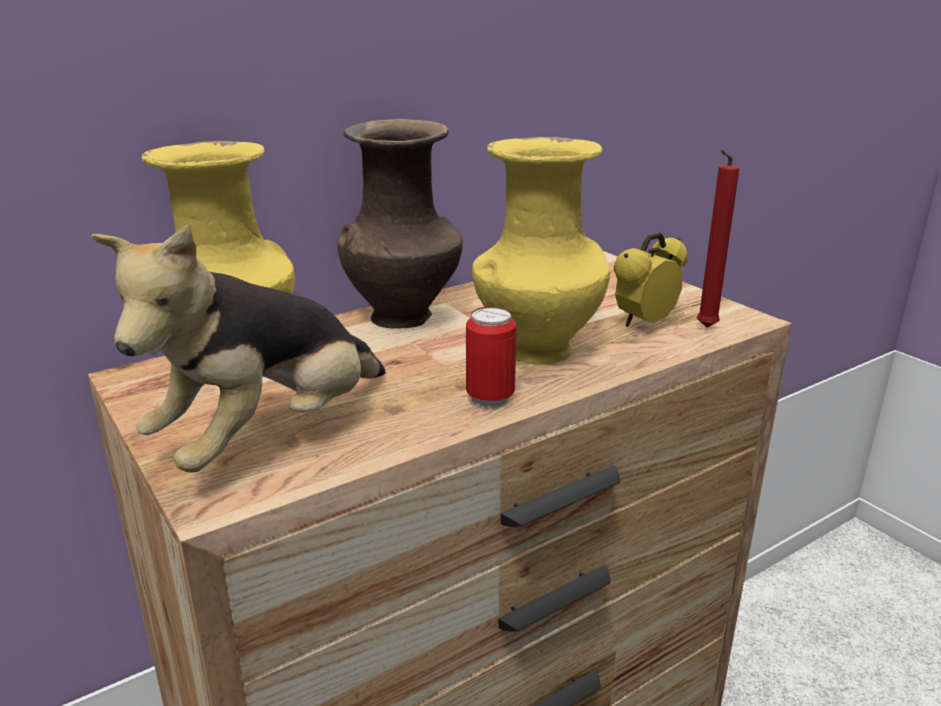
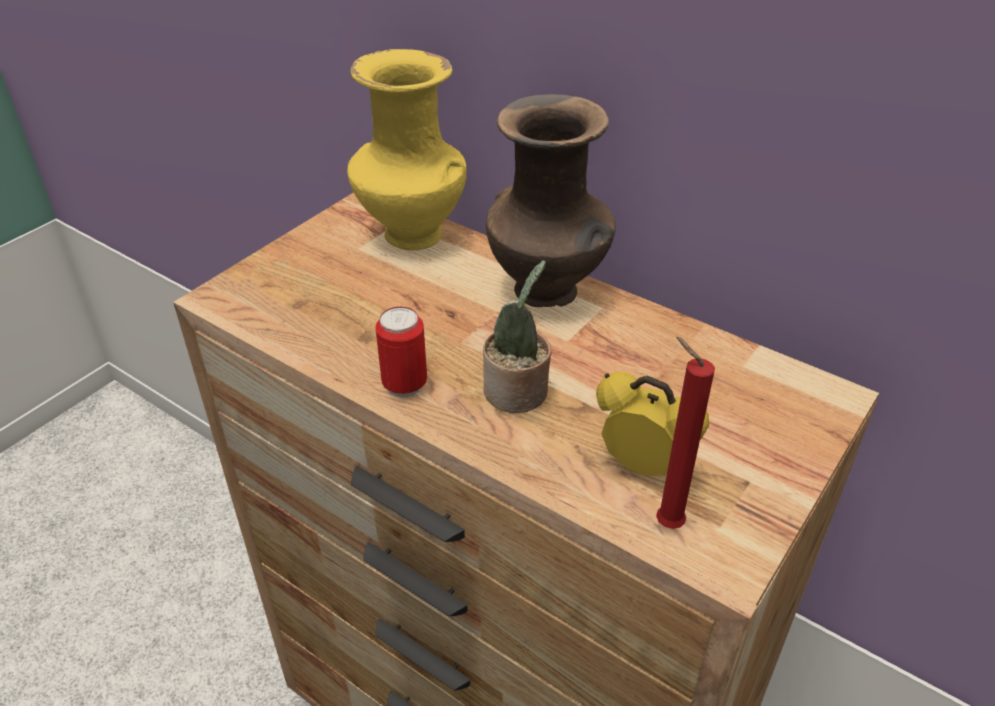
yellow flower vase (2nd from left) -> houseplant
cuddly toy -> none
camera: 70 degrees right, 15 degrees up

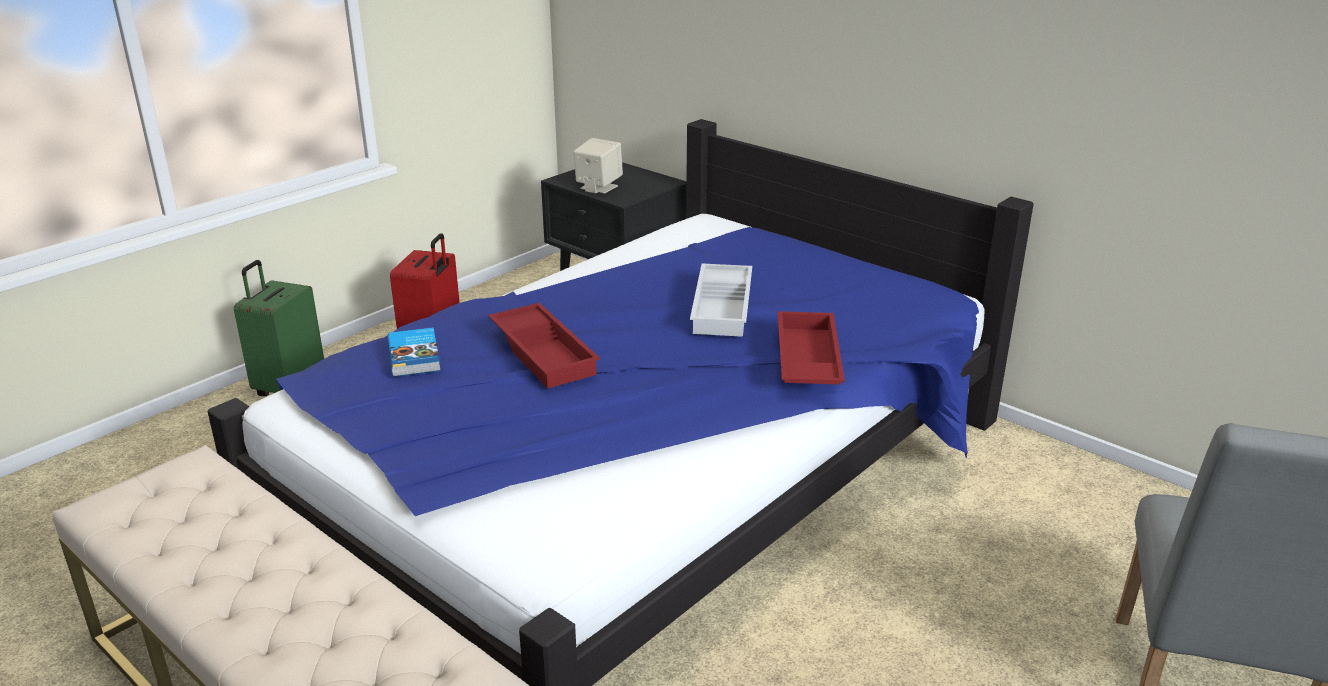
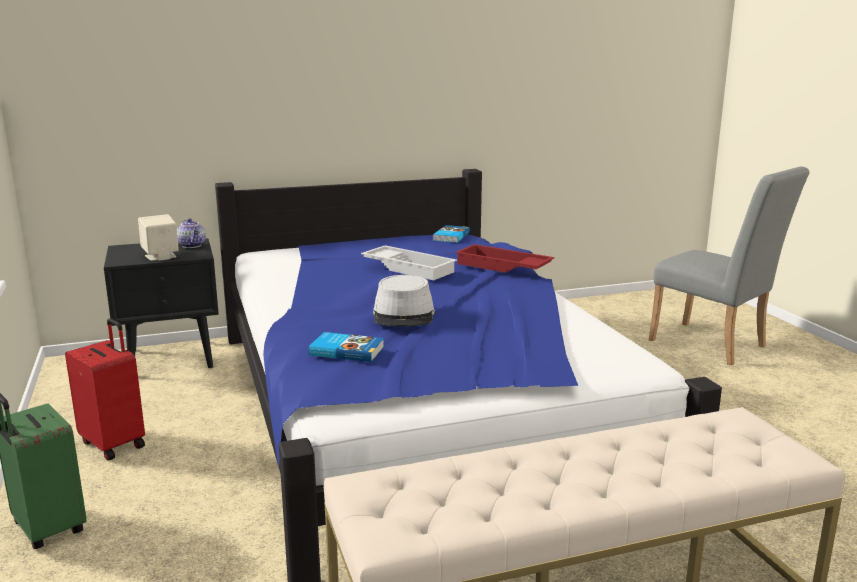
none -> teapot
reddish tray (1st from left) -> grey clothing hat
none -> bound book (2nd from left)
camera: 60 degrees left, 10 degrees down

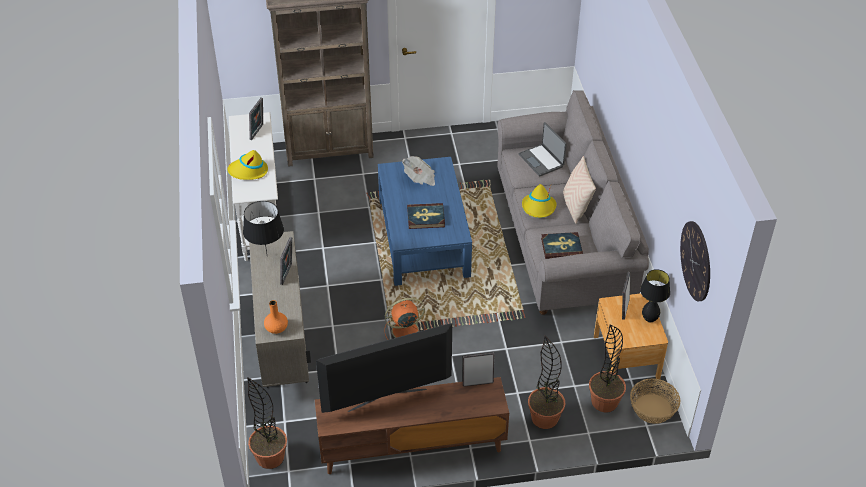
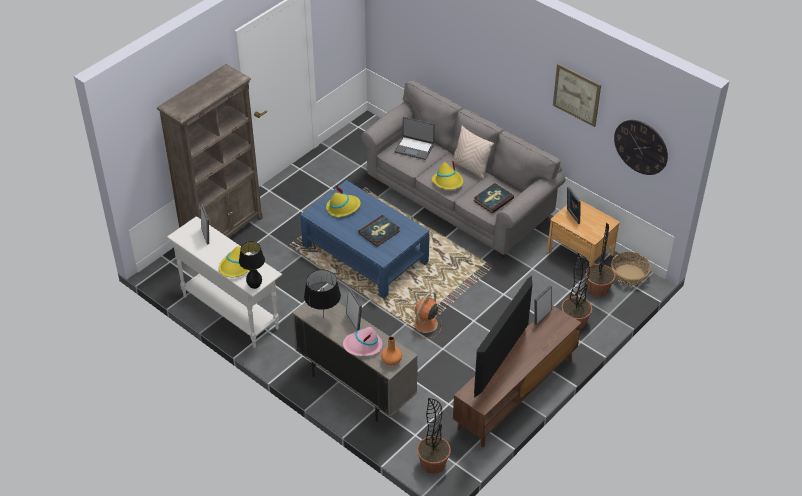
black-coloured tabletop lamp (2nd from left in the first image) -> black-coloured tabletop lamp (1st from left), move
newspaper -> yellow clothing hat (2nd from left)
none -> pink-coloured clothing hat
none -> wall art
camera: 40 degrees left, 0 degrees up

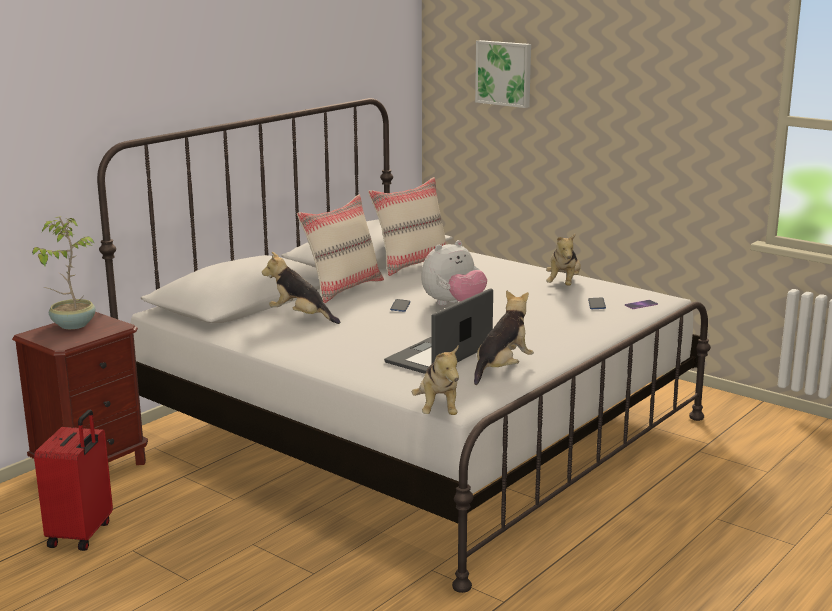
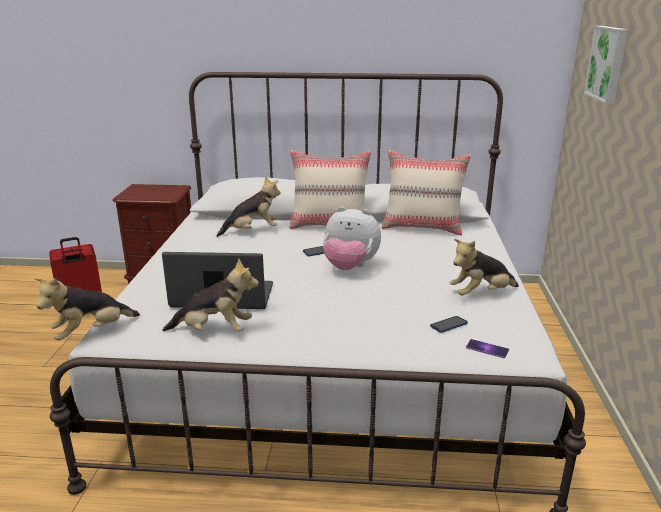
cuddly toy (1st from left in the first image) -> cuddly toy (3rd from left), 75 degrees clockwise
houseplant -> none
camera: 55 degrees right, 5 degrees up

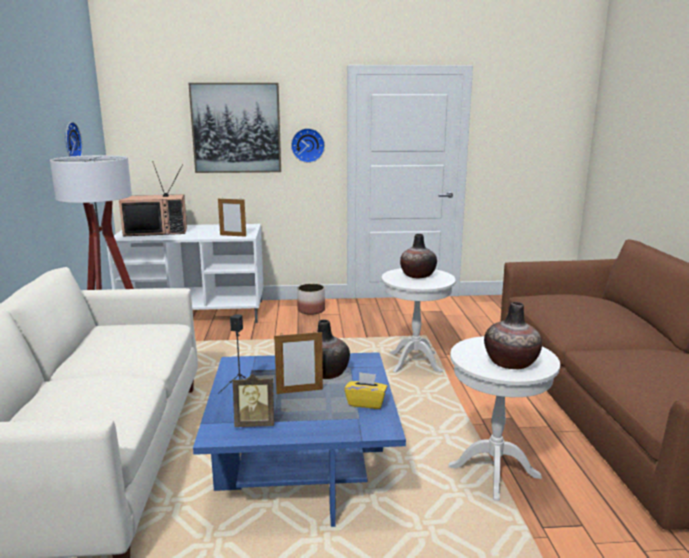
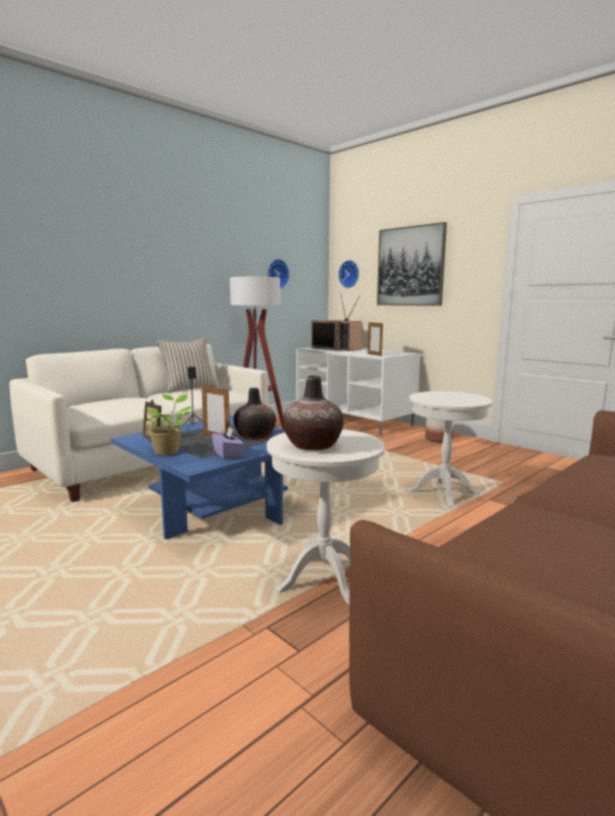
none -> houseplant
none -> sand-coloured pillow
yellow box of tissues -> purple-coloured box of tissues
wall clock (2nd from left), move
flower vase (2nd from left) -> none
camera: 50 degrees right, 5 degrees down

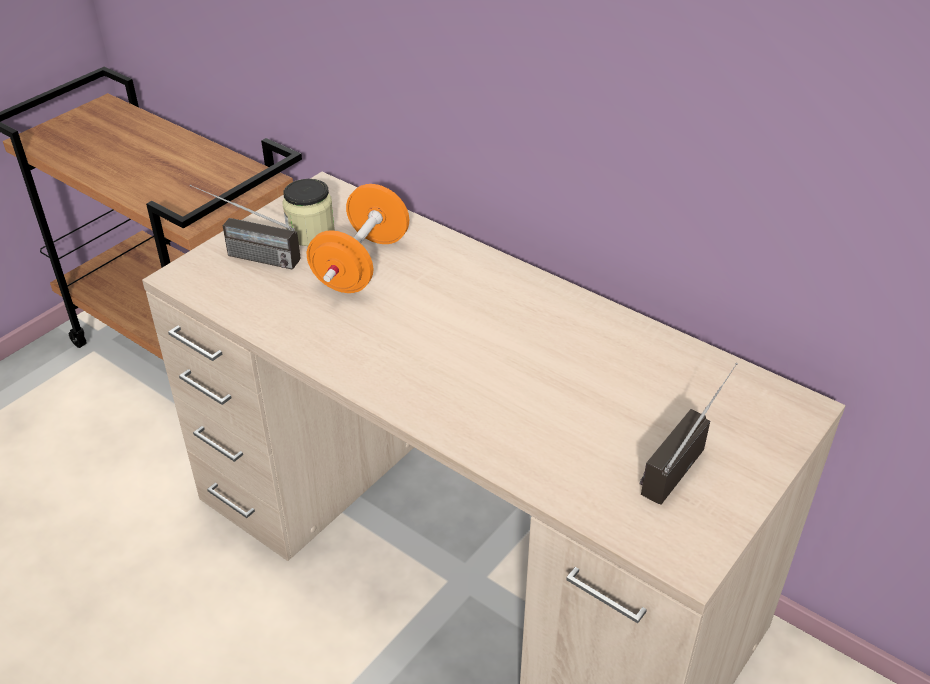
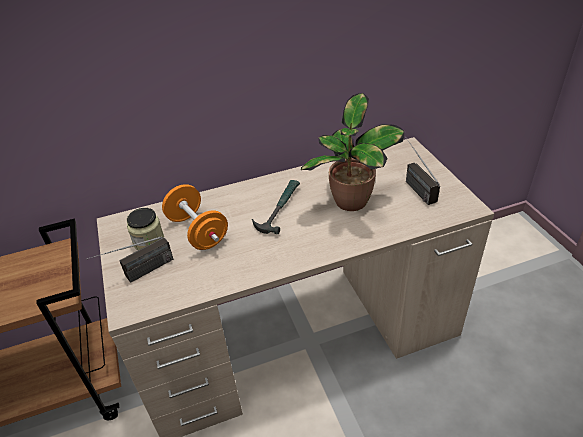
none -> hand hammer
none -> houseplant
camera: 55 degrees left, 0 degrees up

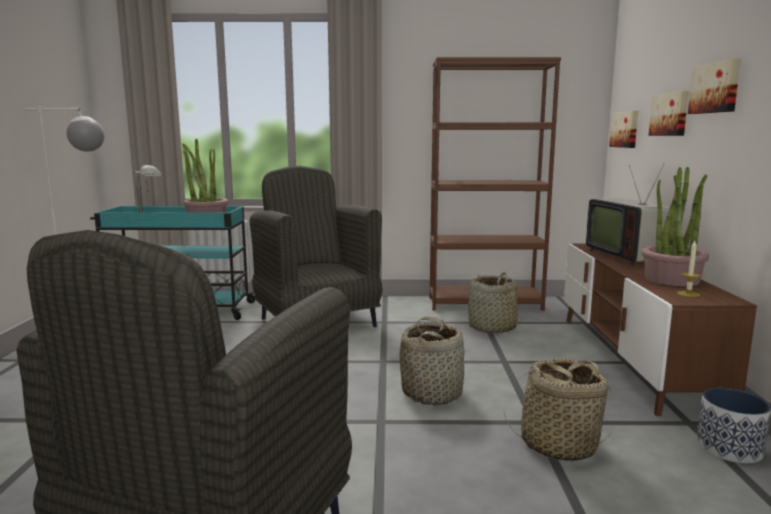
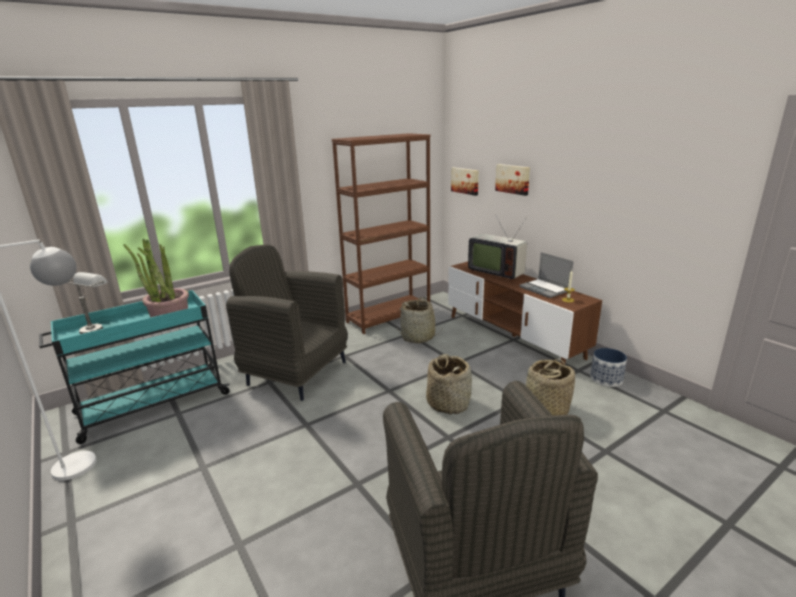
houseplant (2nd from left) -> laptop
wall art (3rd from left) -> none
camera: 35 degrees left, 10 degrees up

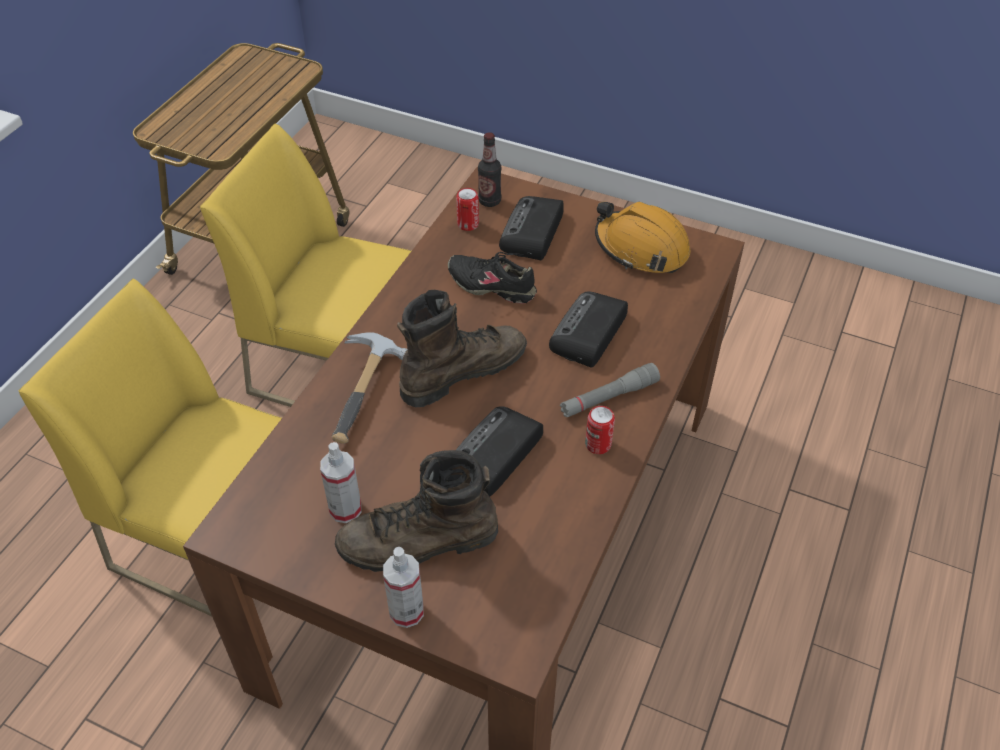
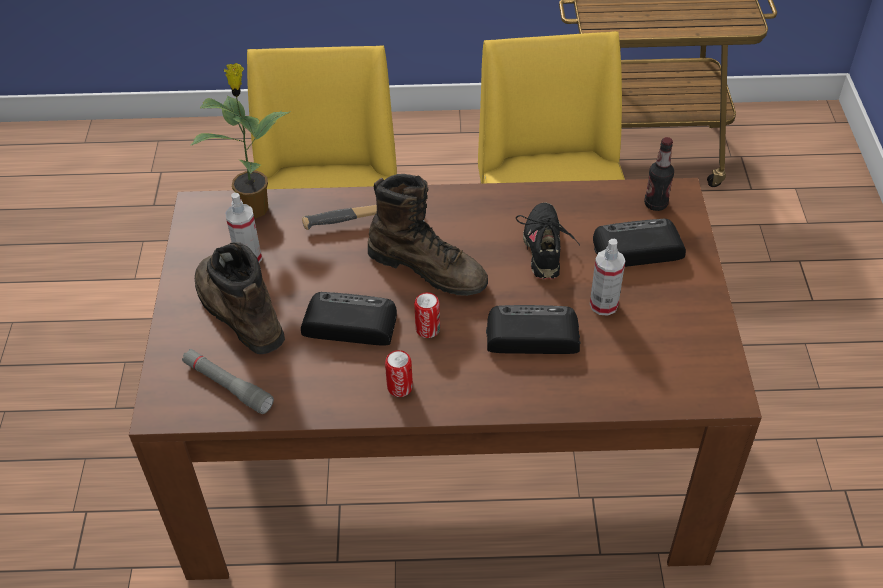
grey flashlight, move
none -> houseplant
can (1st from left in the first image) -> can (2nd from left), move
hand sprayer (2nd from left), move
orange work helmet -> none
camera: 65 degrees right, 0 degrees up

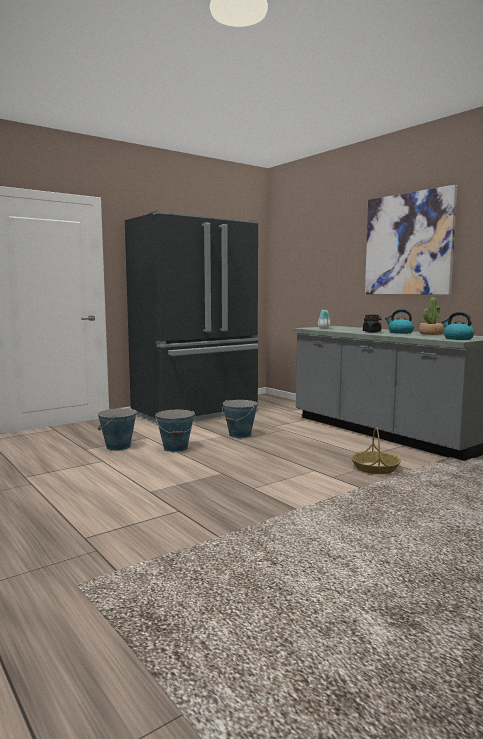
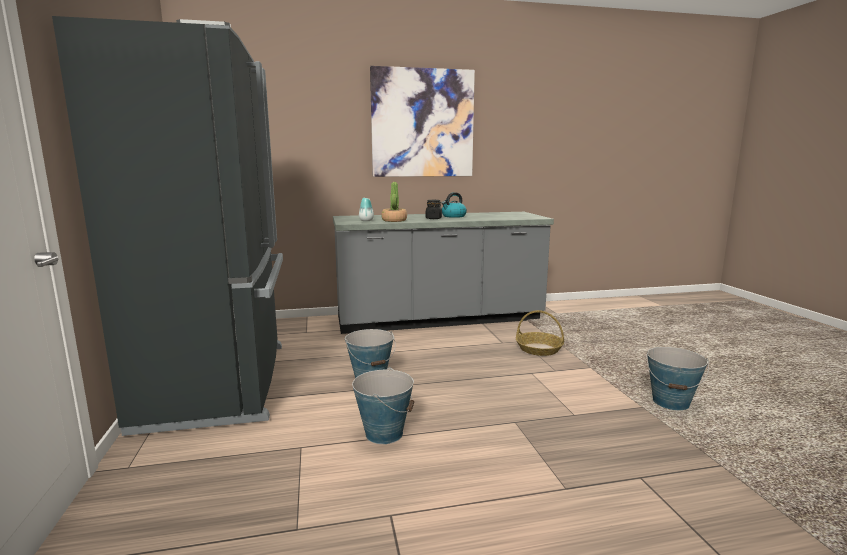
houseplant, move
water bucket (1st from left in the first image) -> water bucket (3rd from left), move
kettle (2nd from left) -> none
camera: 65 degrees left, 5 degrees up

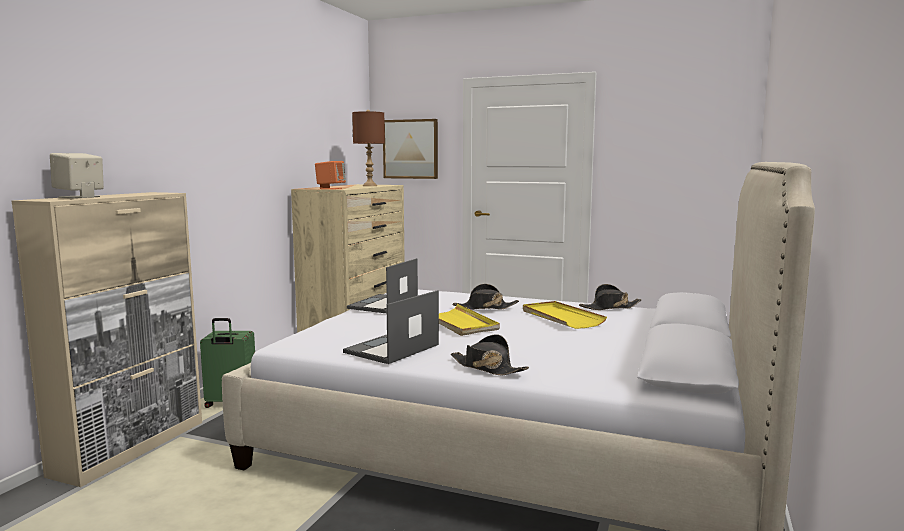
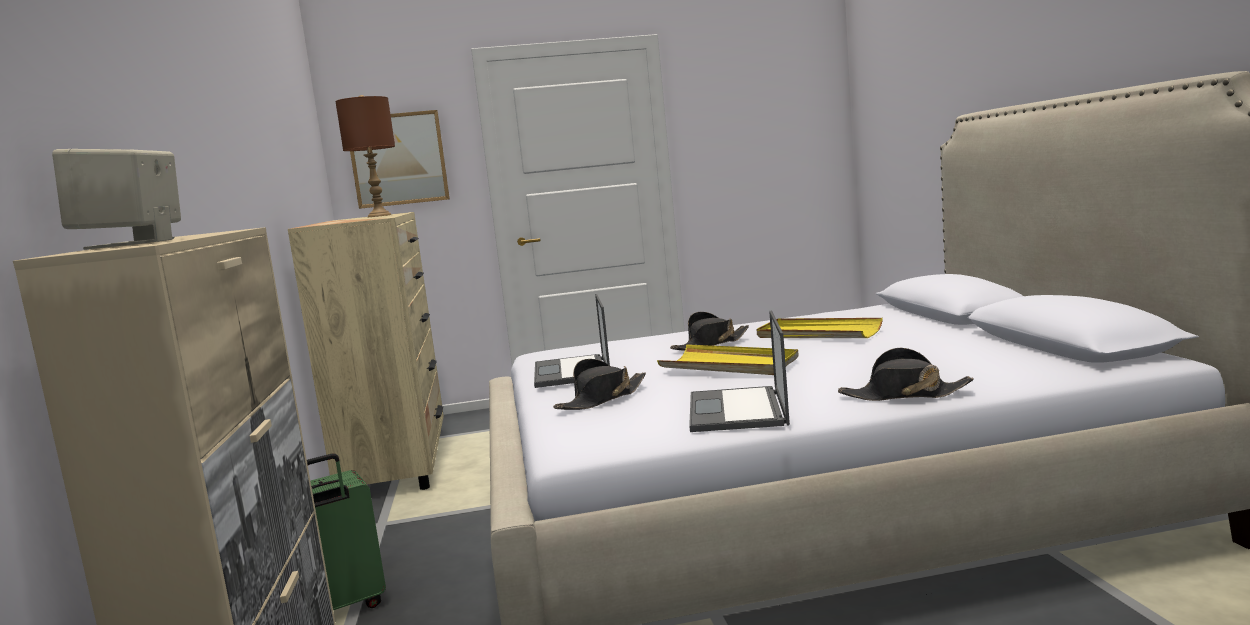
black-coloured clothing hat (3rd from left in the first image) -> black-coloured clothing hat (1st from left), move
orange loudspeaker -> none
camera: 30 degrees left, 0 degrees up

